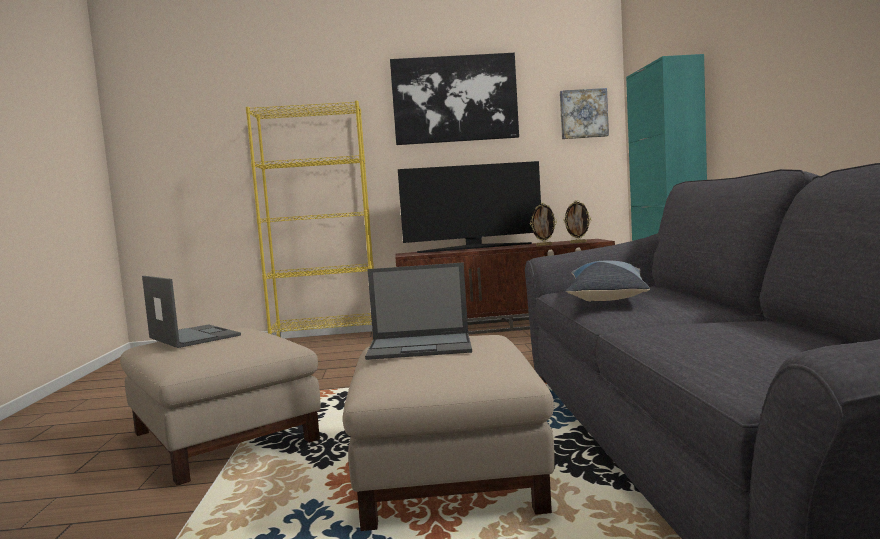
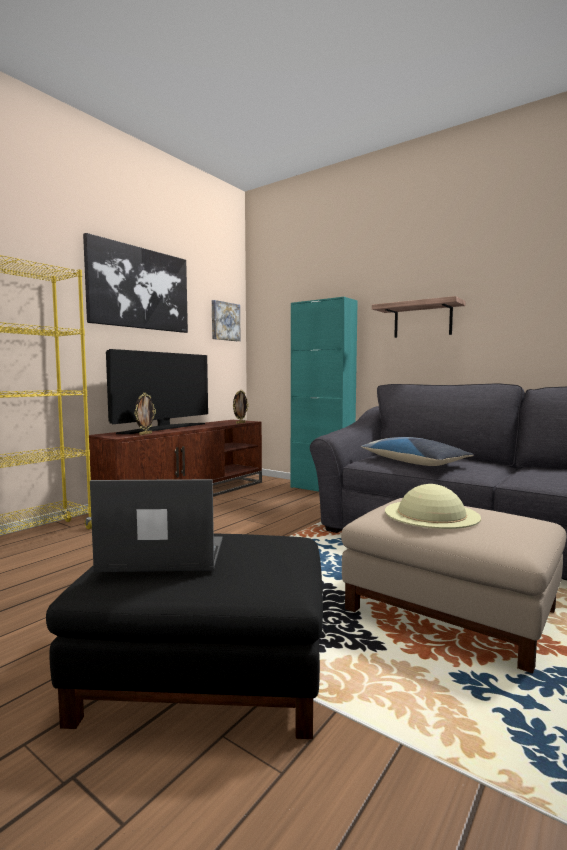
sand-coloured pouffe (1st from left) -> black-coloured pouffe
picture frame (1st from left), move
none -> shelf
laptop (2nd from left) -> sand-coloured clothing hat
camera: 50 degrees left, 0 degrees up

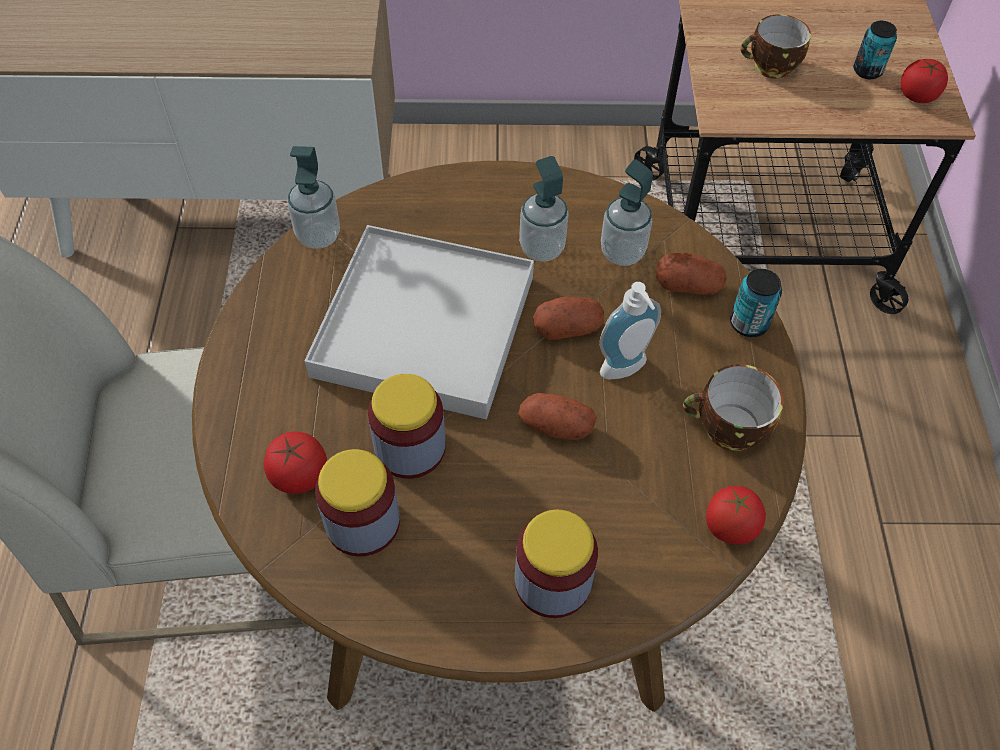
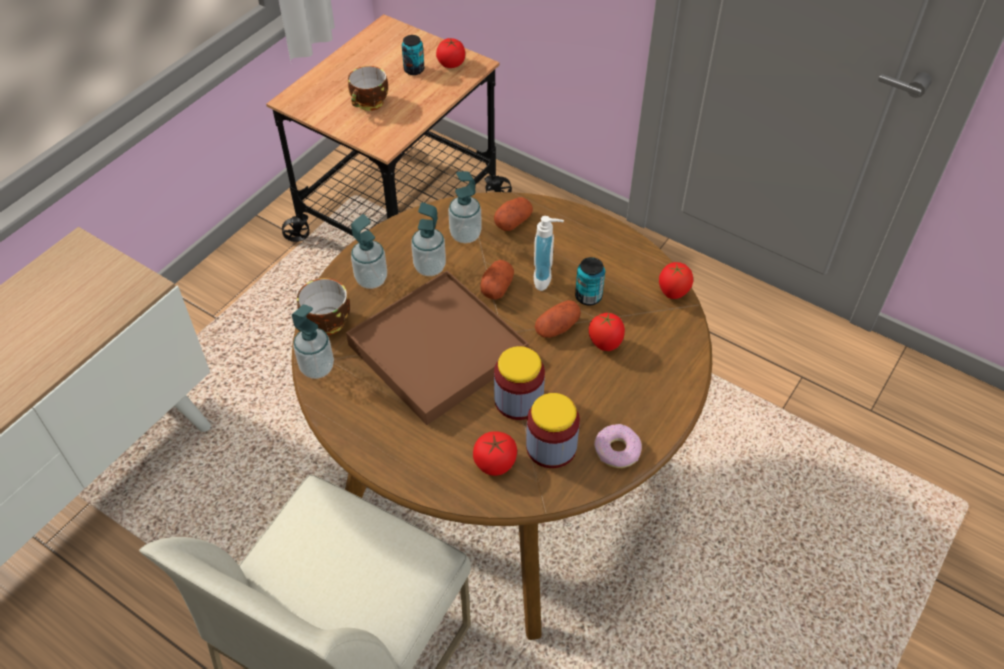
drinking cup (1st from left), move
white-coloured tray -> brown tray
none -> soap bottle (2nd from left)
can (1st from left in the first image) -> can (2nd from left), move
none -> fresh tomato (3rd from left)
none -> doughnut
jar (3rd from left) -> none
camera: 55 degrees left, 5 degrees down

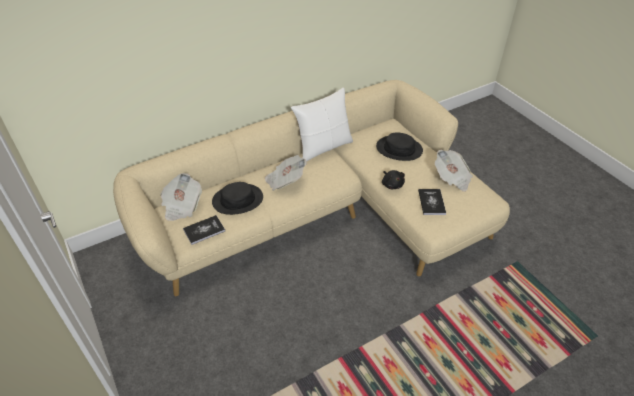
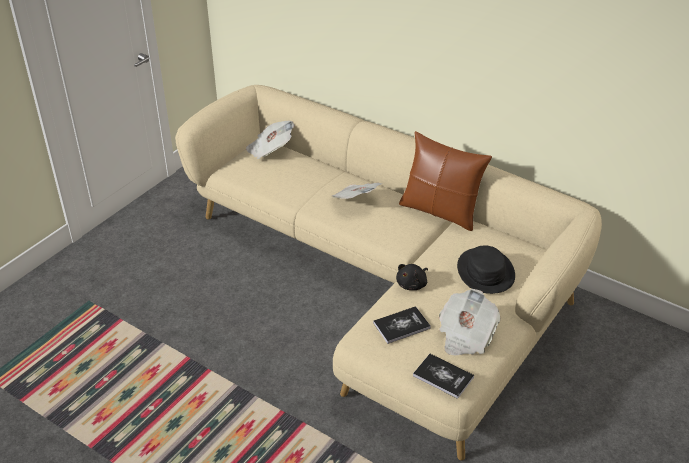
white-coloured pillow -> brown pillow
bound book (1st from left in the first image) -> bound book (2nd from left), move
black-coloured clothing hat (1st from left) -> none
camera: 65 degrees right, 5 degrees down

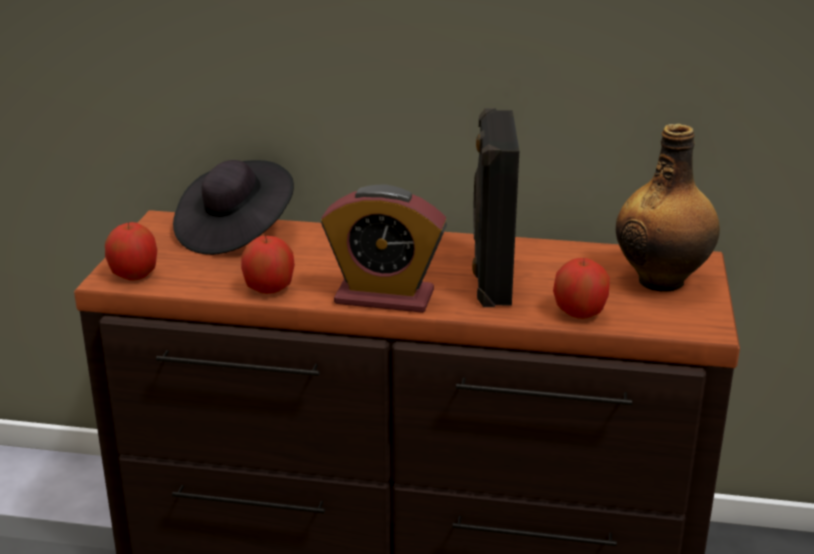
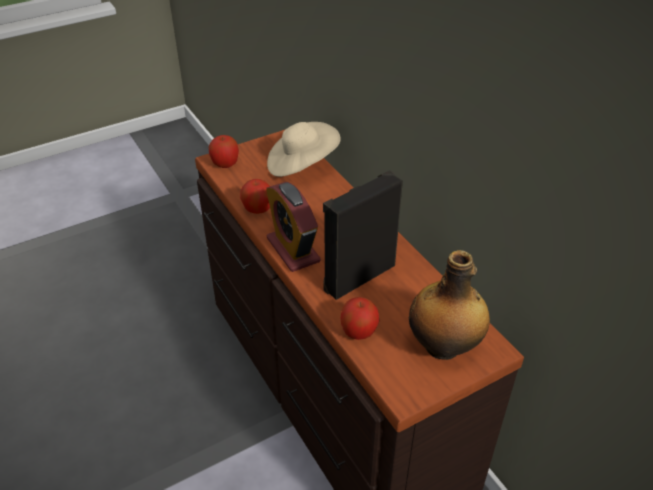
black-coloured clothing hat -> sand-coloured clothing hat
camera: 50 degrees right, 15 degrees up

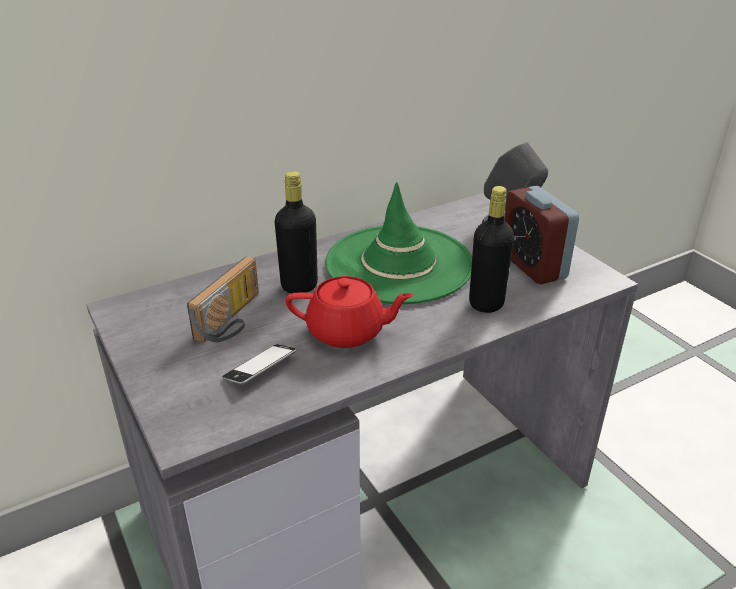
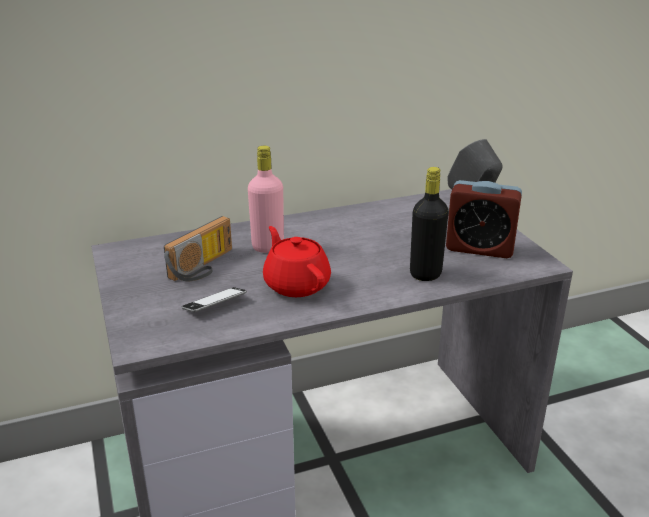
black-coloured bottle (1st from left) -> pink-coloured bottle
reddish teapot, 135 degrees counterclockwise
table clock, 60 degrees counterclockwise
green-coloured clothing hat -> none
camera: 10 degrees right, 5 degrees down

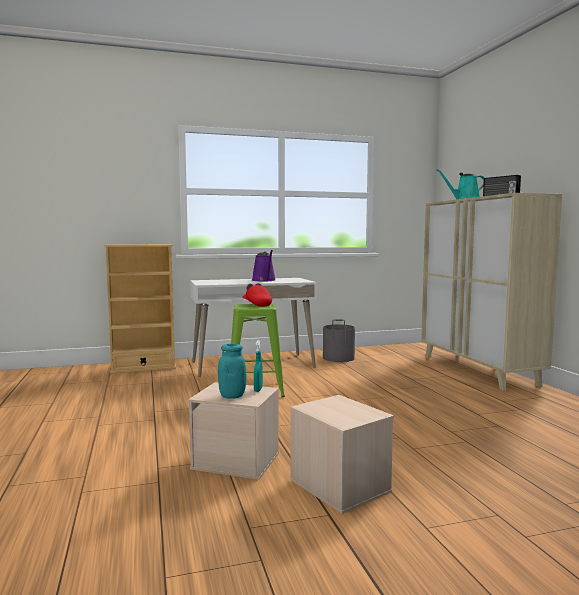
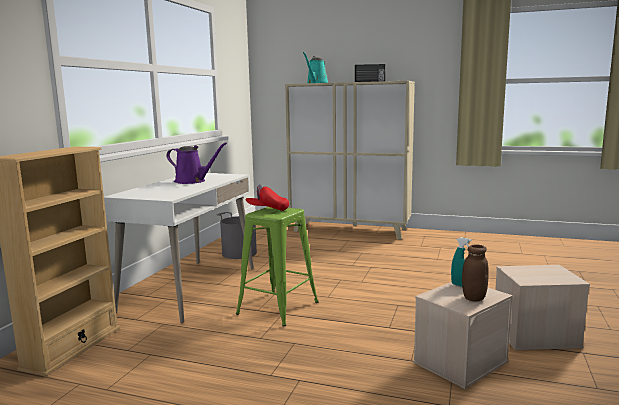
turquoise-coloured jar -> brown jar
camera: 55 degrees left, 5 degrees up

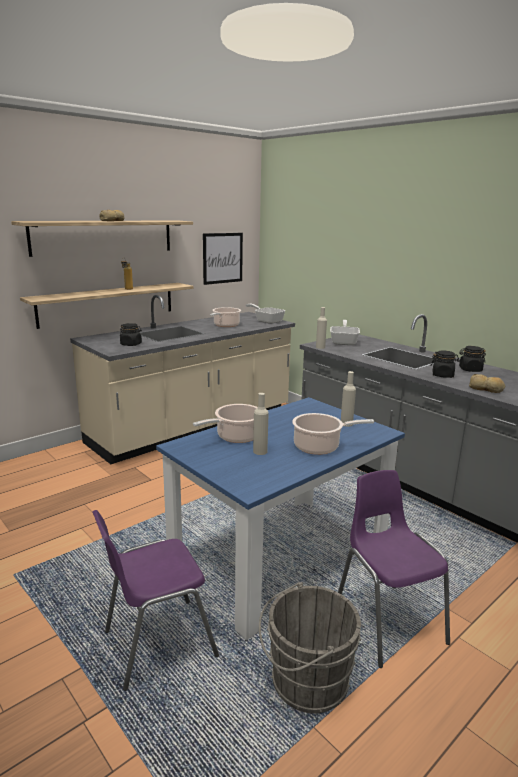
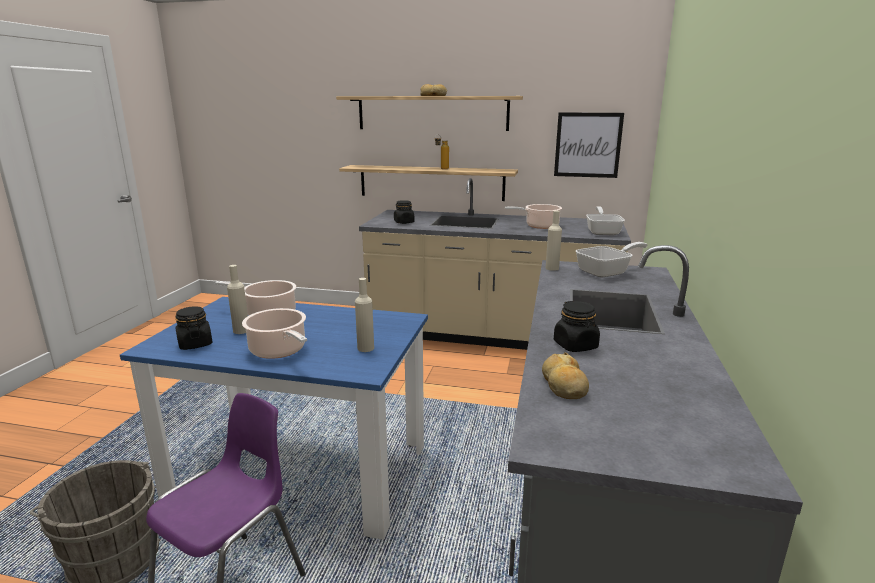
black-coloured jar (3rd from left in the first image) -> black-coloured jar (1st from left), move
purple-coloured upright chair (1st from left) -> none
camera: 55 degrees right, 0 degrees up

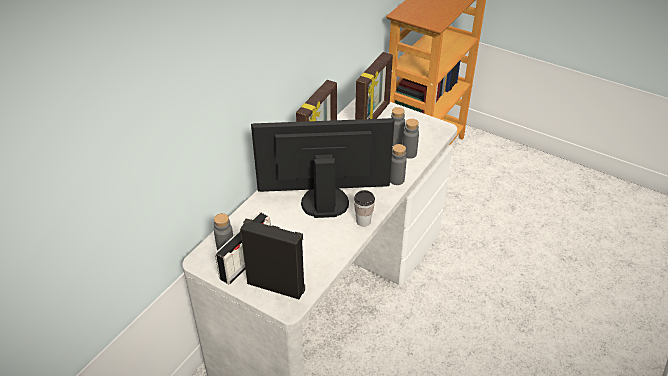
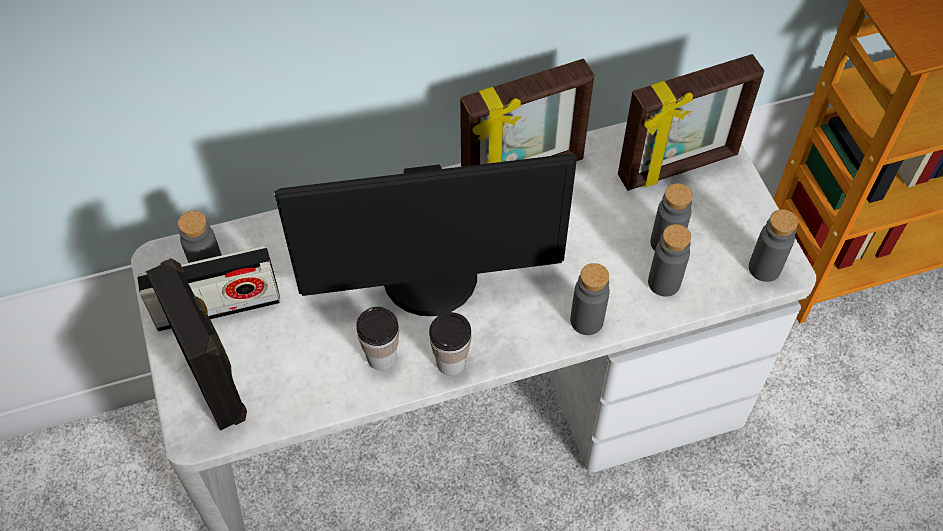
monitor, 135 degrees clockwise
none -> drinking cup (1st from left)
none -> grey bottle (5th from left)
camera: 40 degrees right, 15 degrees up

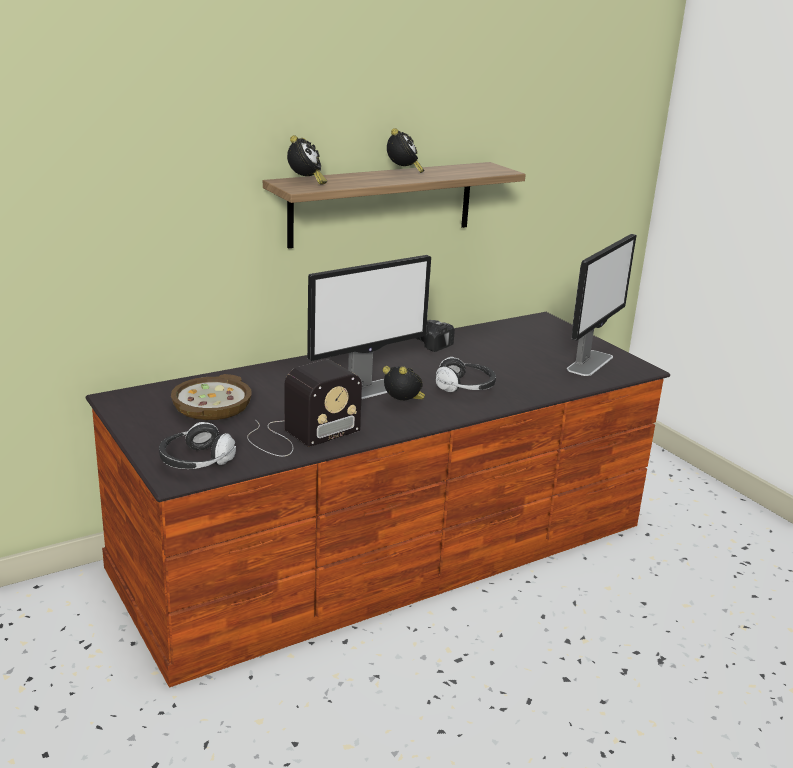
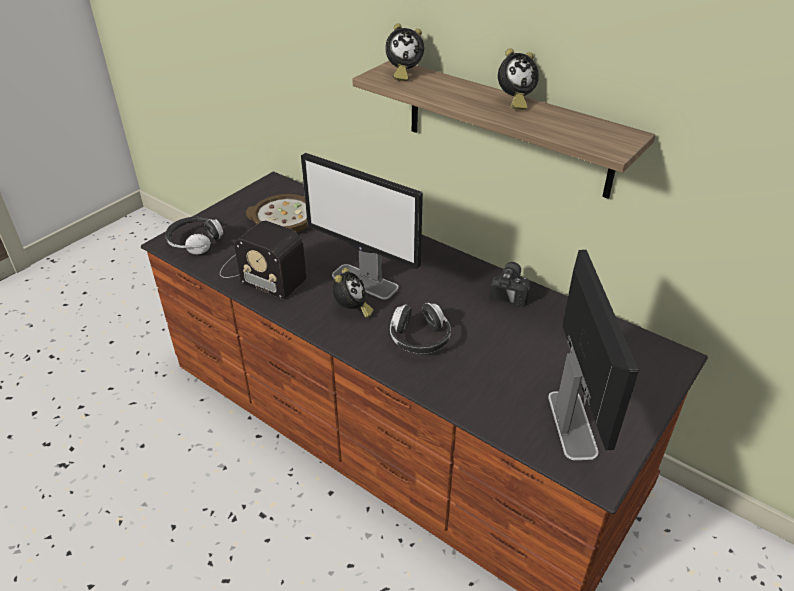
monitor (2nd from left), 105 degrees counterclockwise
camera: 70 degrees right, 15 degrees up

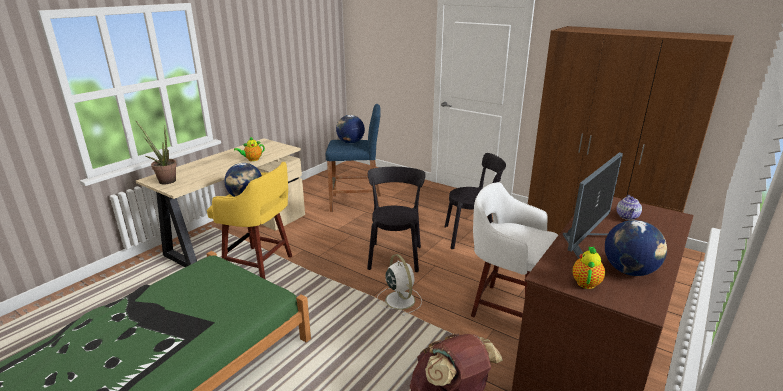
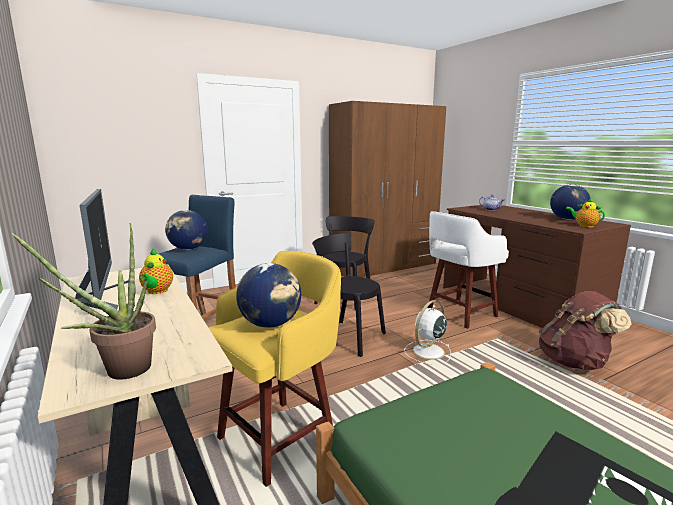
monitor, move
white-coloured fan, 45 degrees counterclockwise
camera: 65 degrees left, 10 degrees down

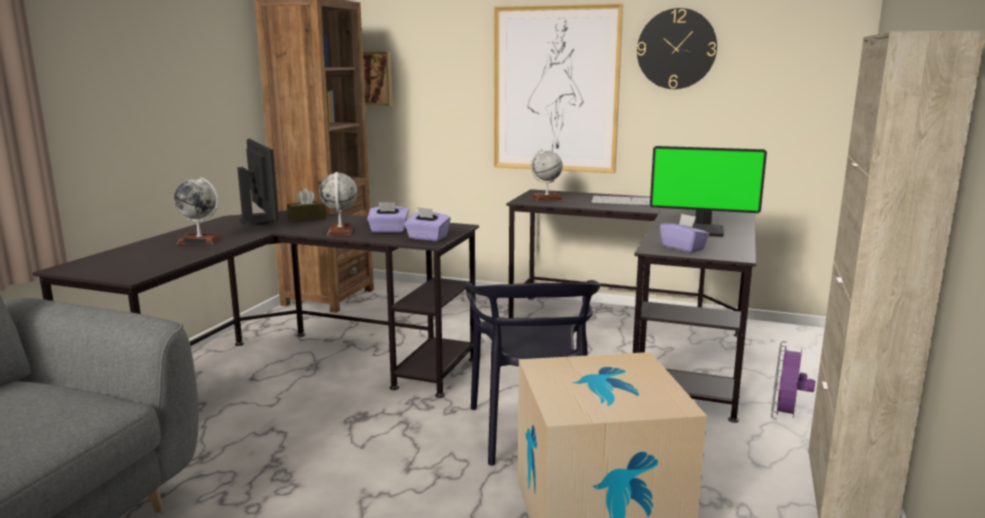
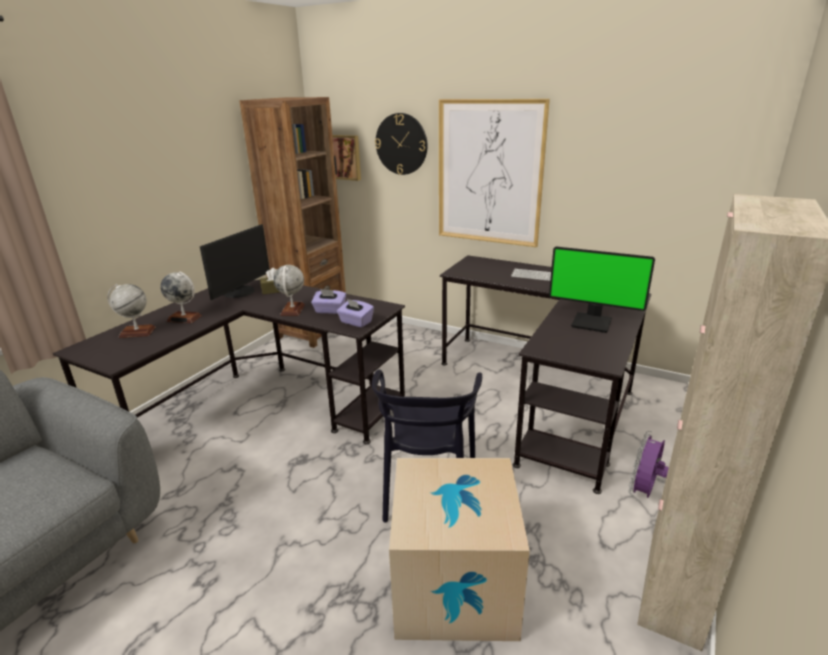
globe (3rd from left in the first image) -> globe (1st from left), move
monitor (1st from left), 45 degrees clockwise
wall clock, move
purple-coloured box of tissues (3rd from left) -> none
camera: 10 degrees right, 10 degrees up

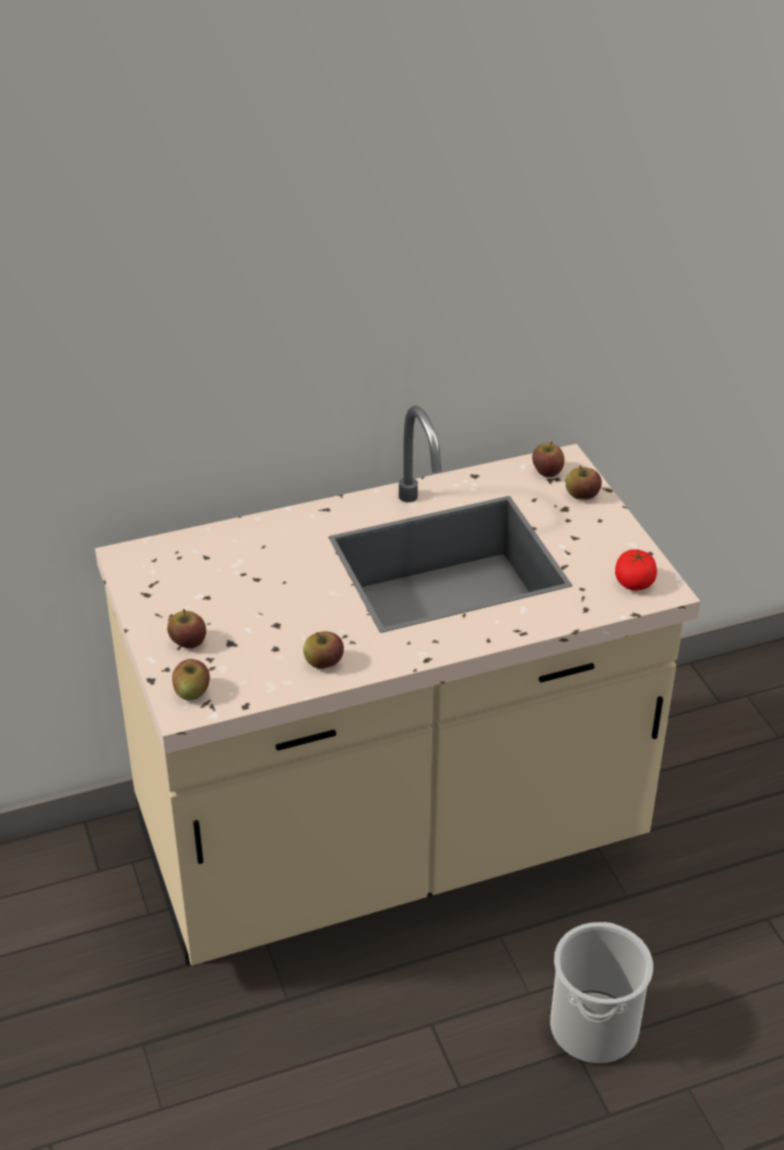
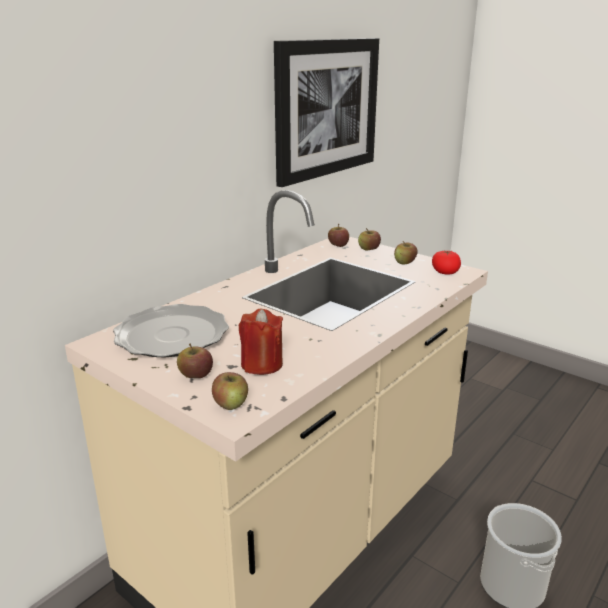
none -> dinner plate
none -> reddish wax light
none -> wall art
whole apple (3rd from left in the first image) -> whole apple (5th from left), move
camera: 30 degrees left, 15 degrees down

